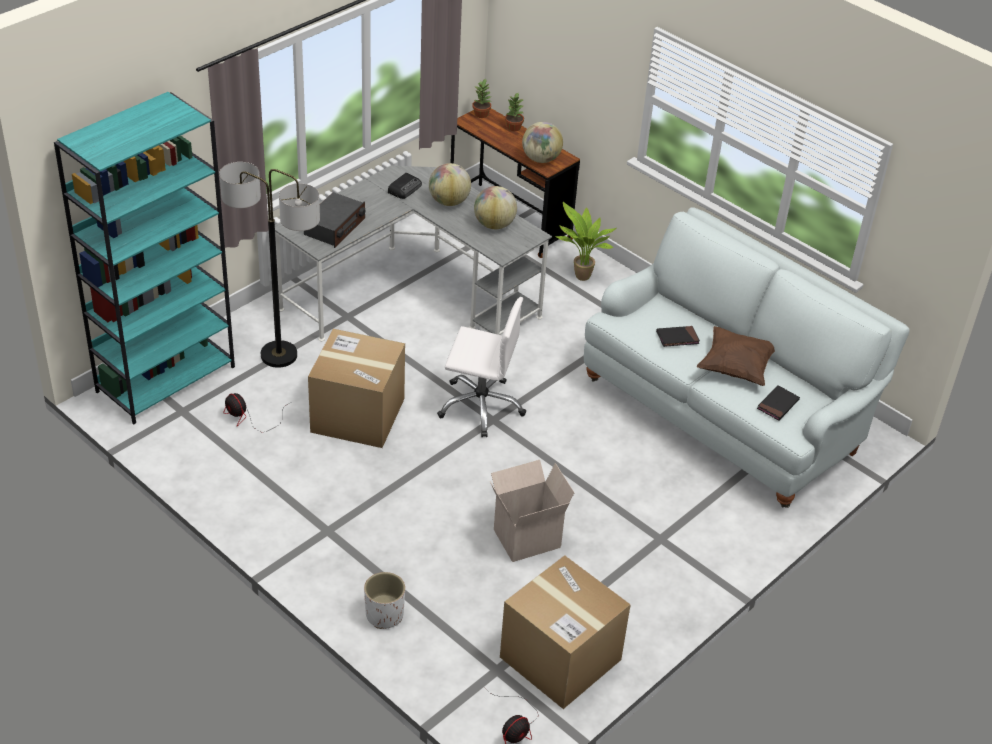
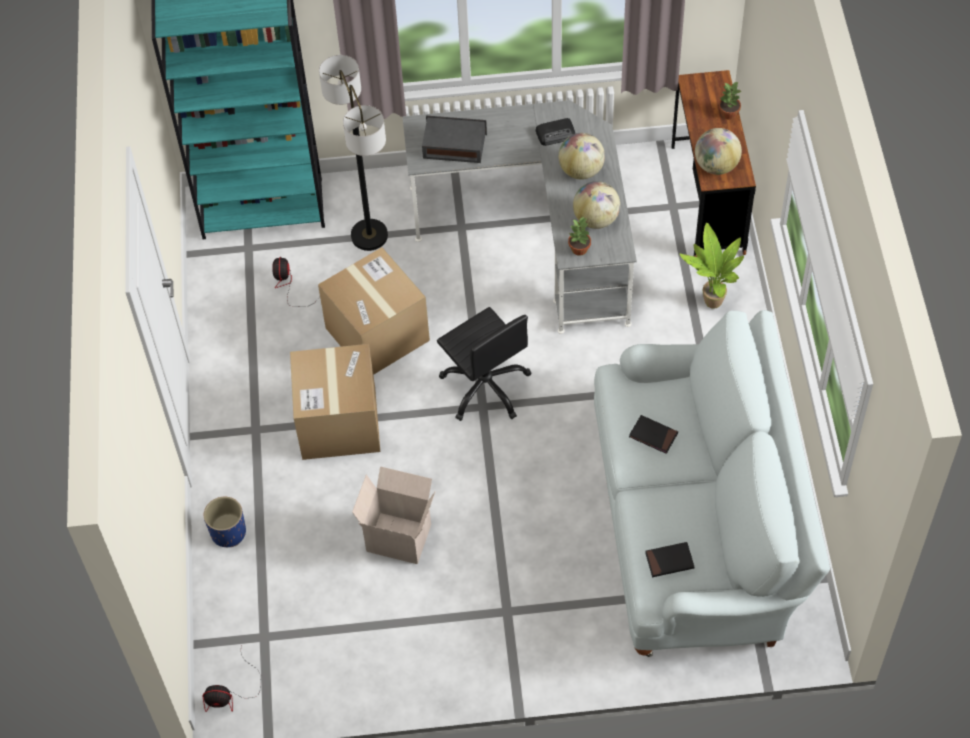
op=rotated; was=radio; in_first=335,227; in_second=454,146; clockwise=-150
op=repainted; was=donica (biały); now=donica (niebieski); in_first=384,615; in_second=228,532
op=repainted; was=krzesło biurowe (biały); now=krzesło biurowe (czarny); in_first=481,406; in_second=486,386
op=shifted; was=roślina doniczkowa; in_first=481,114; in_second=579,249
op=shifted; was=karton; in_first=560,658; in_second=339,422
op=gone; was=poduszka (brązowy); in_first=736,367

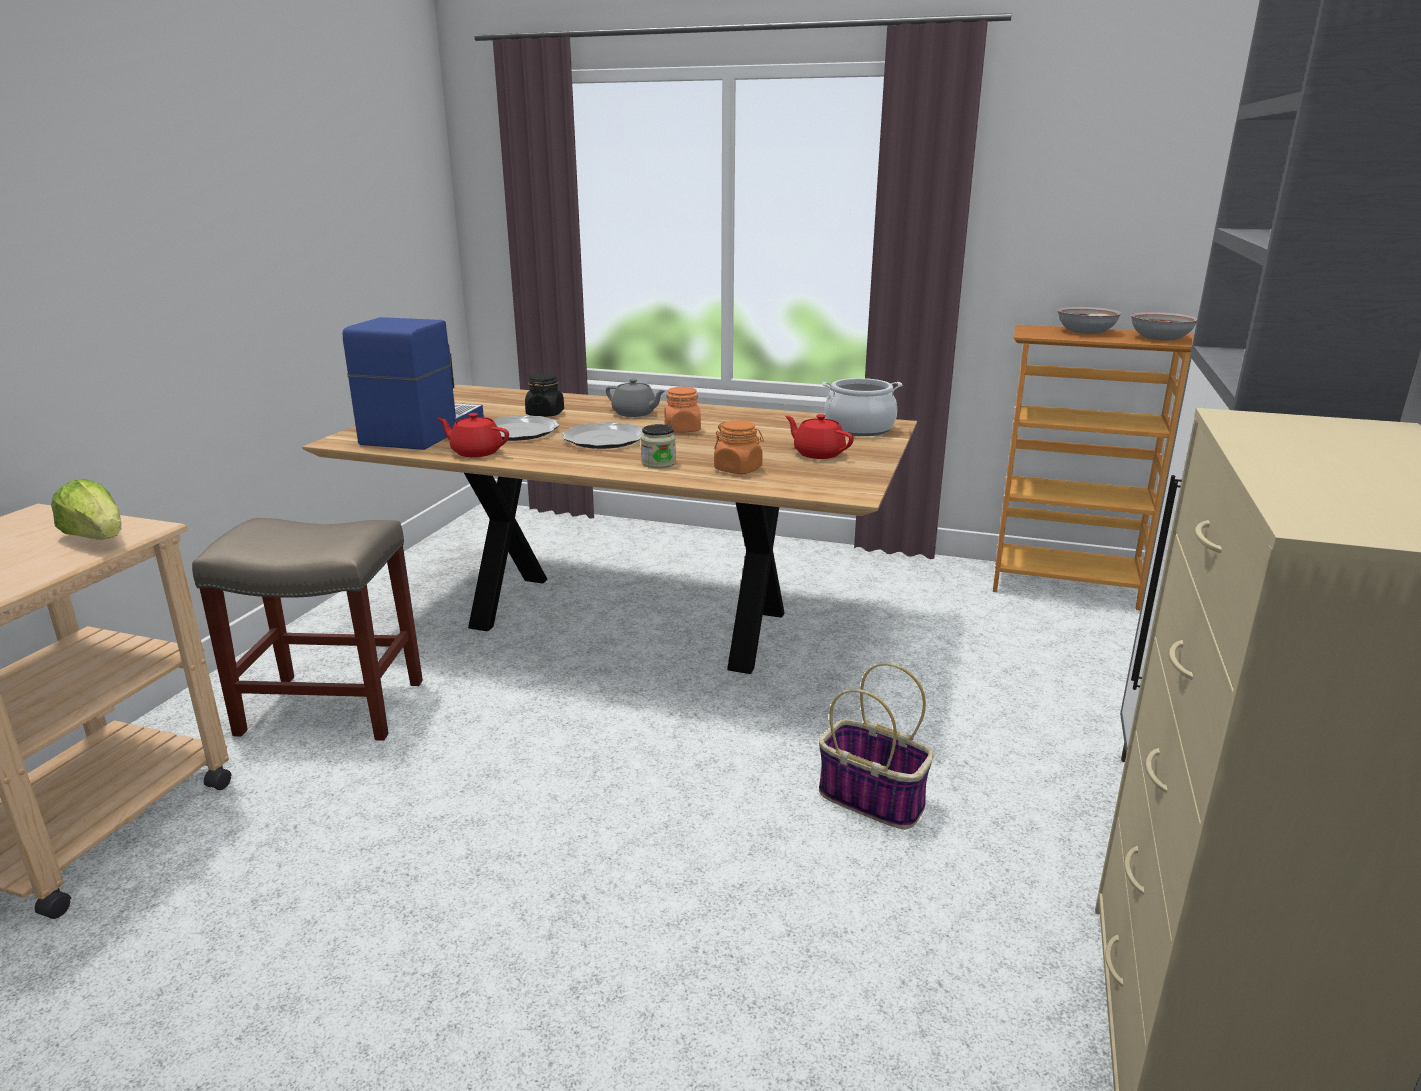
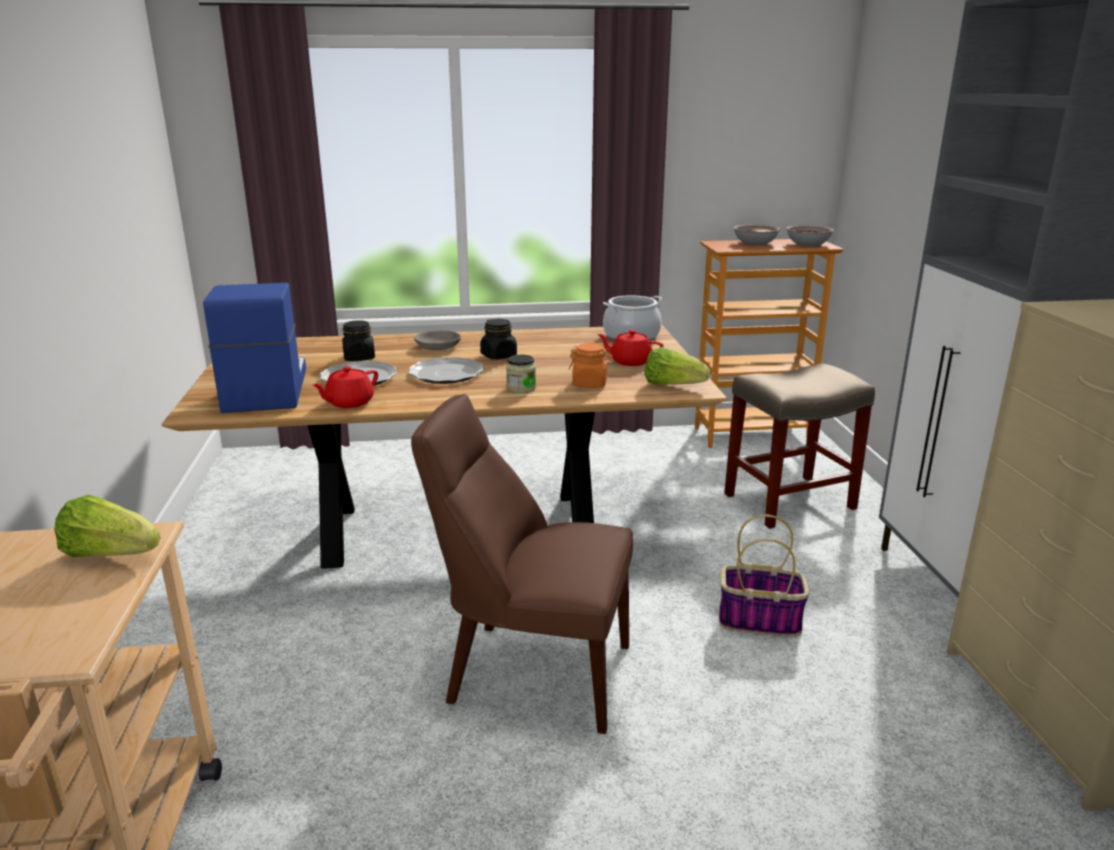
op=shifted; was=stołek (beżowy); in_first=329,707; in_second=788,502
op=rotated; was=imbryk (czerwony); in_first=476,452; in_second=349,403; clockwise=-45
op=swapped; was=imbryk (szary); now=miska (szary); in_first=635,413; in_second=439,347
op=repainted; was=słoik (pomarańczowy); now=słoik (czarny); in_first=682,430; in_second=499,356
op=new; now=krzesło (brązowy); in_second=531,672
op=new; now=sałata; in_second=672,385

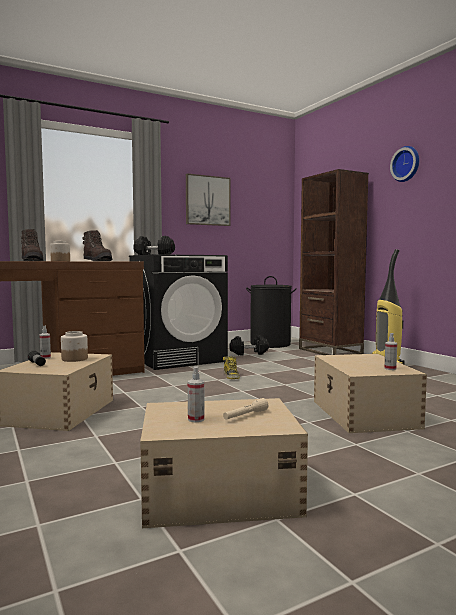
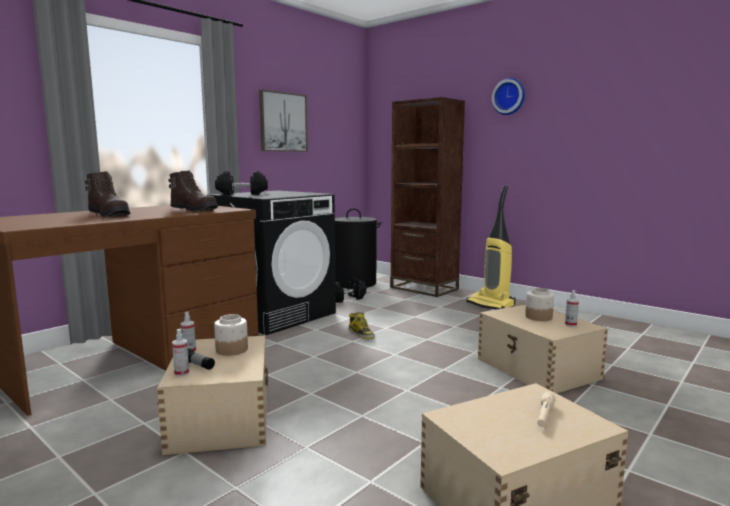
op=shifted; was=słoik; in_first=60,261; in_second=538,317
op=shifted; was=spryskiwacz; in_first=196,419; in_second=181,373

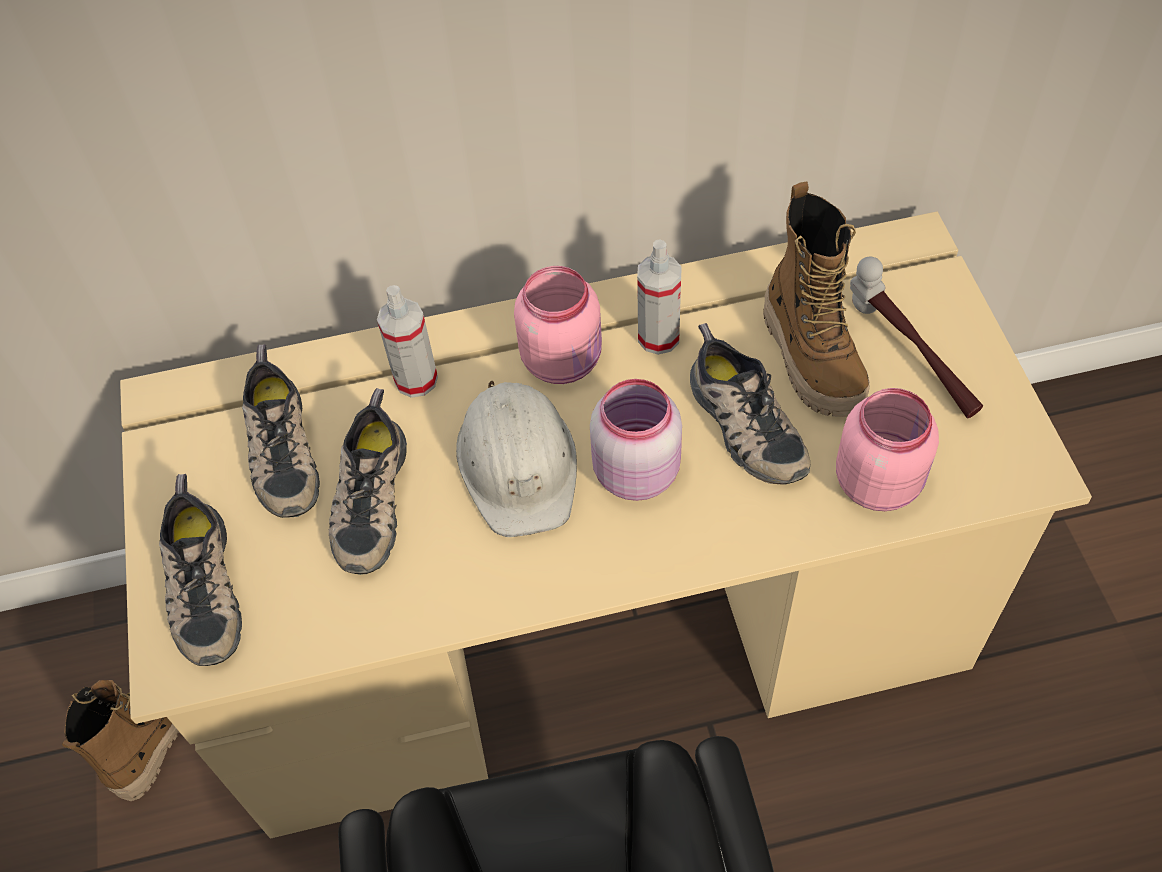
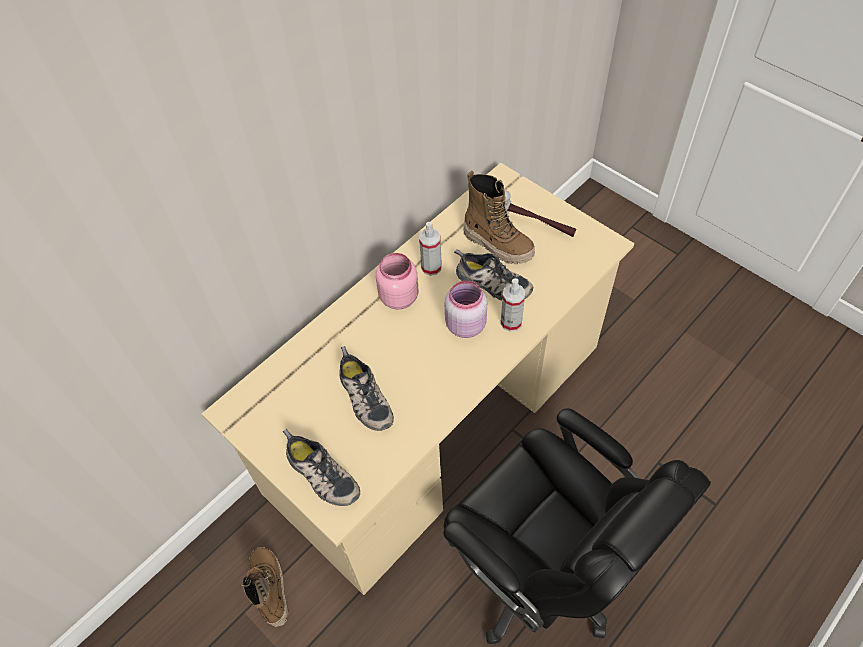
op=gone; was=but; in_first=280,450
op=shifted; was=spryskiwacz; in_first=416,380; in_second=511,322
op=gone; was=kask (biały); in_first=519,463
op=gone; was=słoik (różowy); in_first=879,481

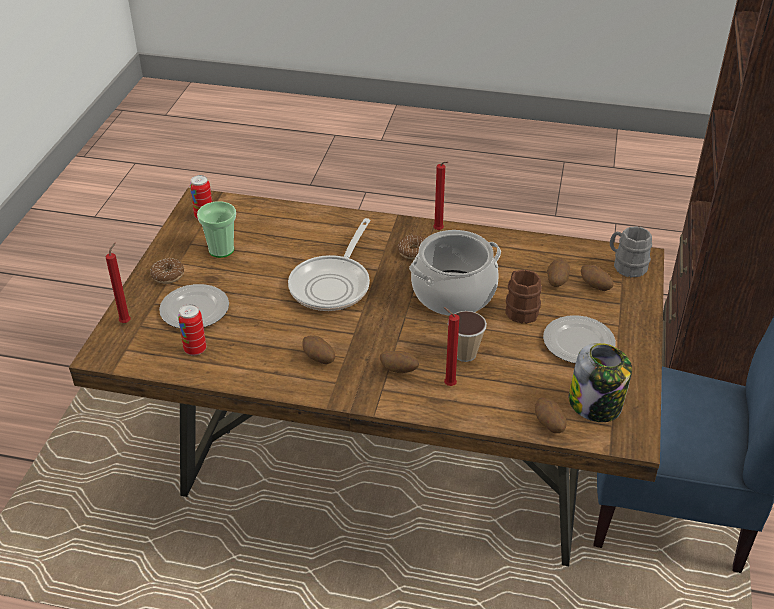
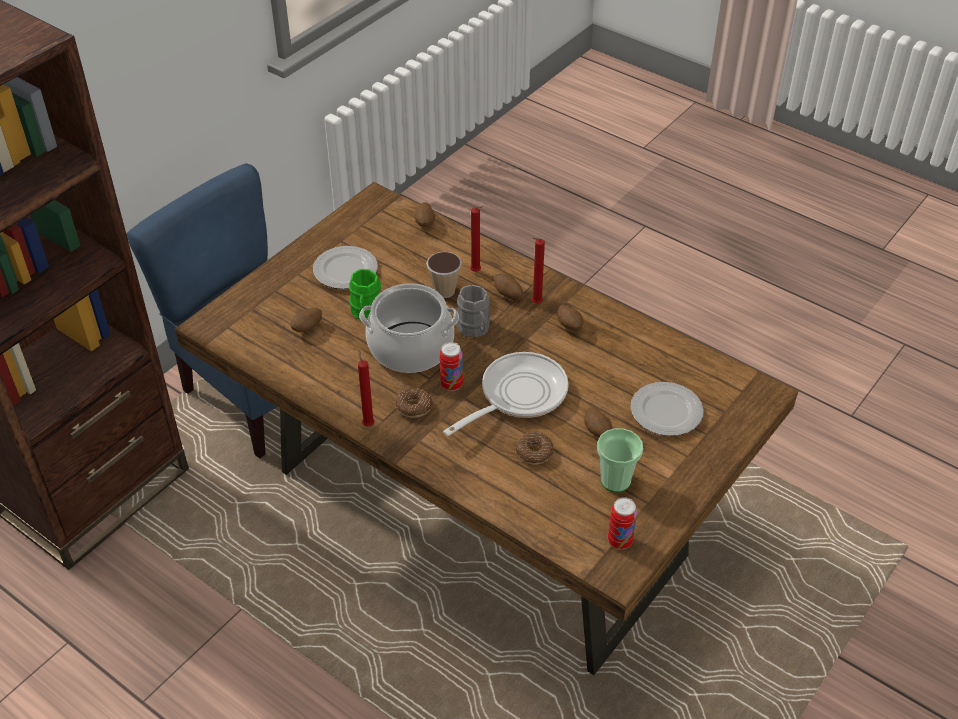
op=shifted; was=świeca (czerwony); in_first=126,321; in_second=535,304
op=shifted; was=donut; in_first=168,275; in_second=534,452
op=shifted; was=puszka; in_first=195,349; in_second=451,384
op=repainted; was=kubek (brązowy); now=kubek (zielony); in_first=519,309; in_second=366,313
op=gone; was=słoik; in_first=596,405
op=shifted; was=ziemniak; in_first=595,286; in_second=597,431
op=shifted; was=kubek (szary); in_first=626,266; in_second=475,329

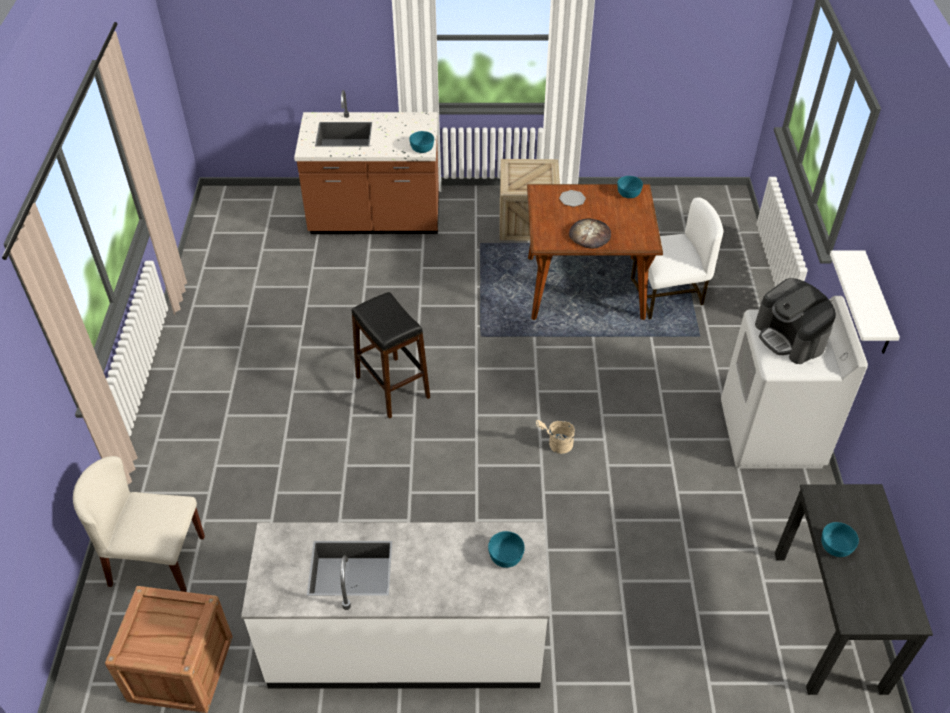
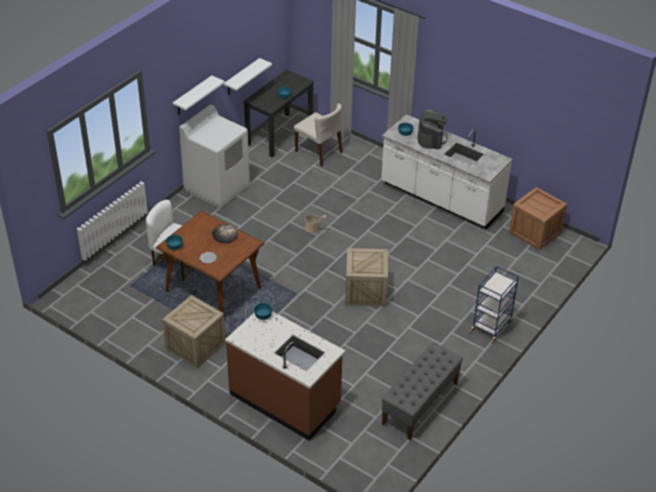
op=shifted; was=krzesło (beżowy); in_first=156,561; in_second=319,152
op=swapped; was=stołek (czarny); now=skrzynka; in_first=393,387; in_second=365,291
op=shifted; was=ekspres do kawy; in_first=790,337; in_second=431,138
op=new; now=półka (biały); in_second=242,77
op=new; now=ławka (szary); in_second=420,404
op=new; now=wózek (niebieski); in_second=491,326

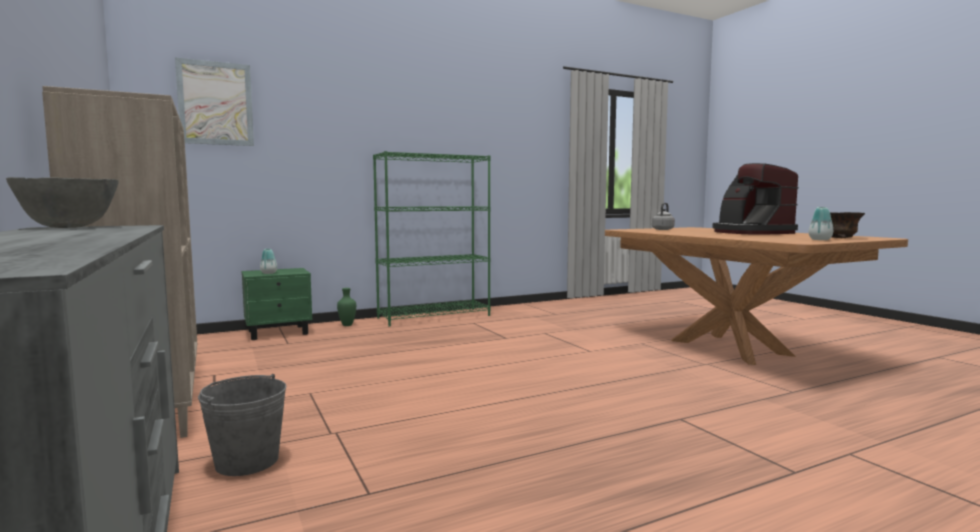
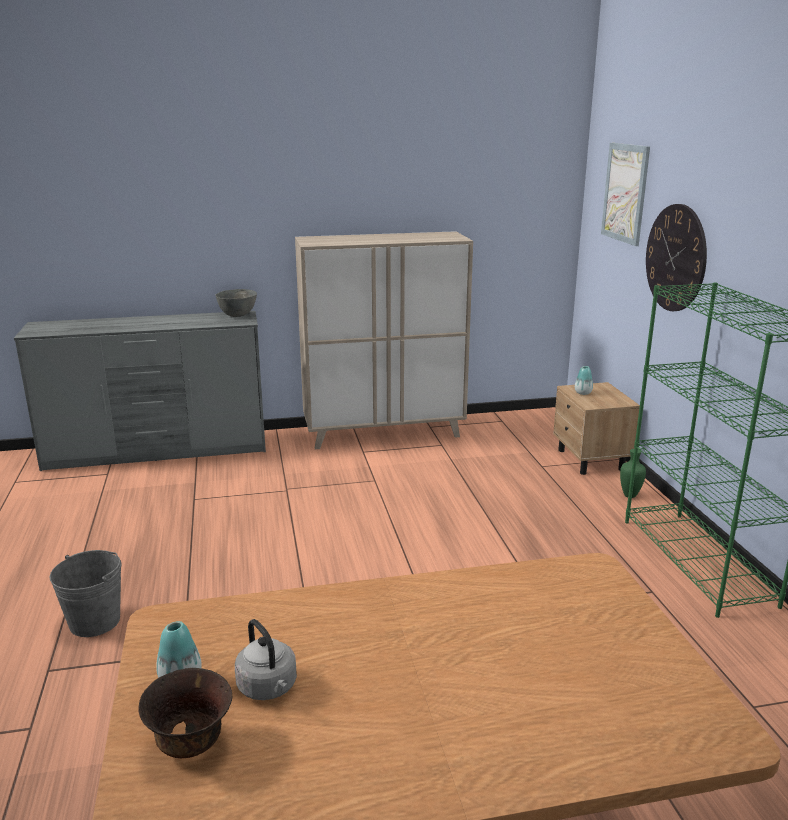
op=shifted; was=wiadro (szary); in_first=247,461; in_second=95,621
op=repainted; was=szafka nocna (zielony); now=szafka nocna (beżowy); in_first=279,332; in_second=590,460
op=shifted; was=czajnik (szary); in_first=663,229; in_second=268,688
op=gone; was=ekspres do kawy; in_first=750,232
op=new; now=zegar ścienny; in_second=675,258

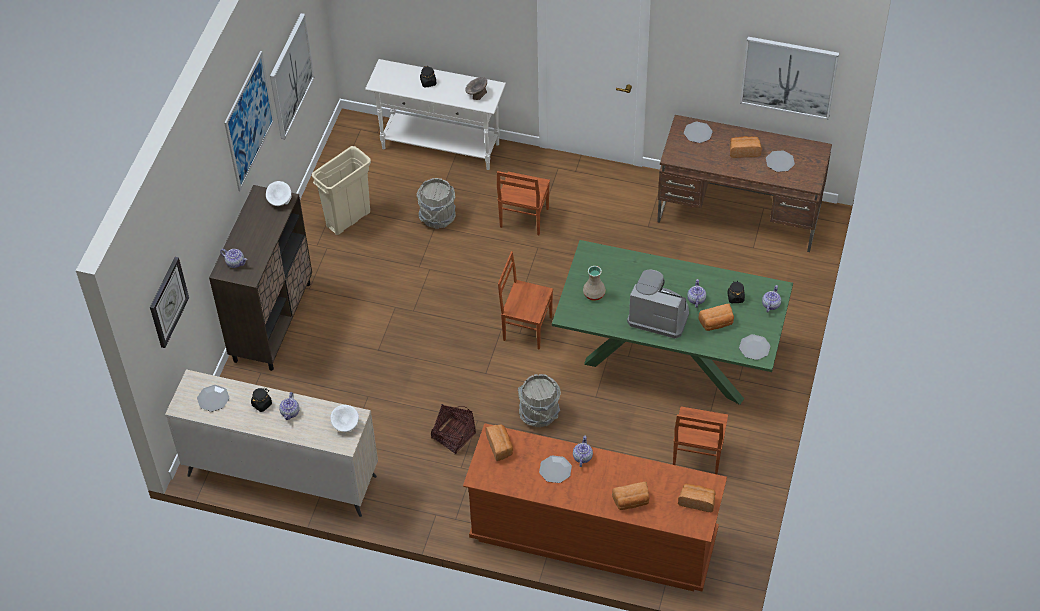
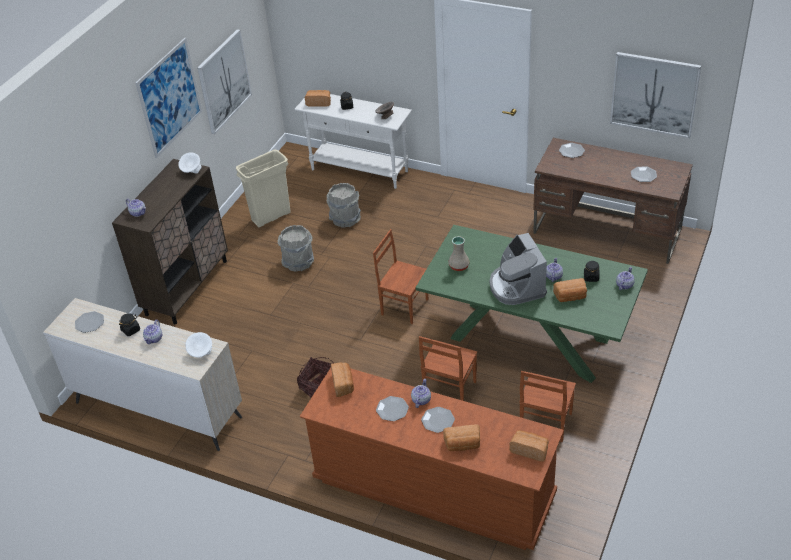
op=gone; was=zegar ścienny; in_first=168,302
op=shifted; was=krzesło (brązowy); in_first=523,218; in_second=449,389
op=shifted; was=wiadro (szary); in_first=539,414; in_second=298,262
op=rotated; was=ekspres do kawy; in_first=659,315; in_second=516,286; clockwise=-135
op=shifted; was=chleb; in_first=744,151; in_second=319,103
op=shifted; was=talerz; in_first=754,347; in_second=438,420

